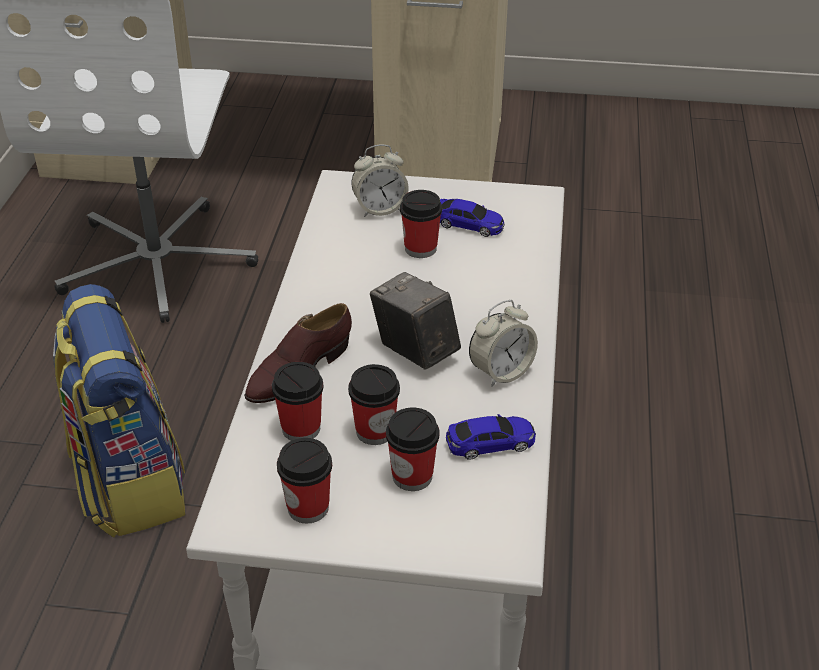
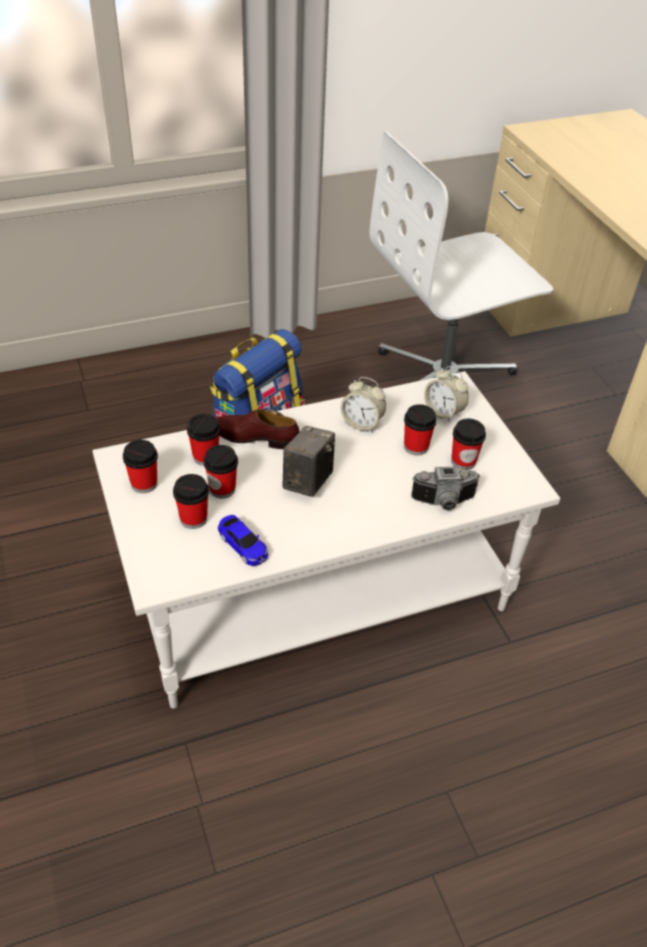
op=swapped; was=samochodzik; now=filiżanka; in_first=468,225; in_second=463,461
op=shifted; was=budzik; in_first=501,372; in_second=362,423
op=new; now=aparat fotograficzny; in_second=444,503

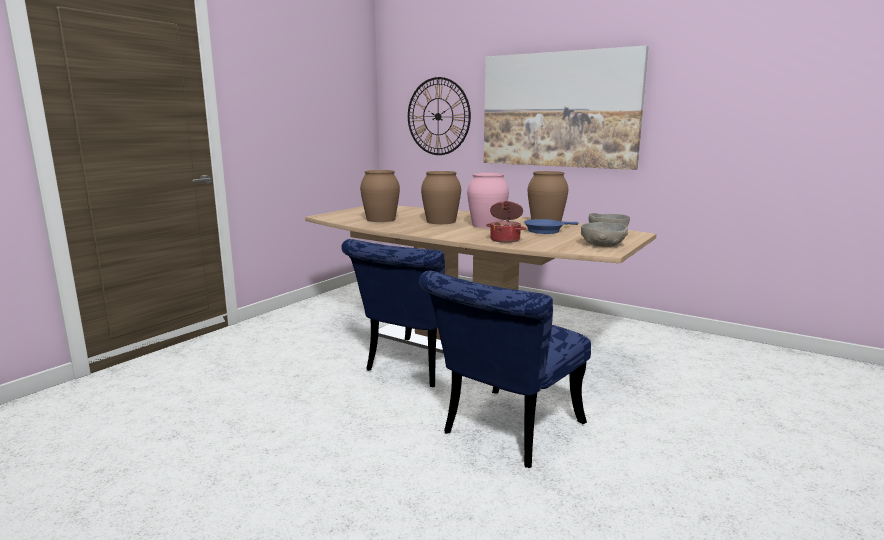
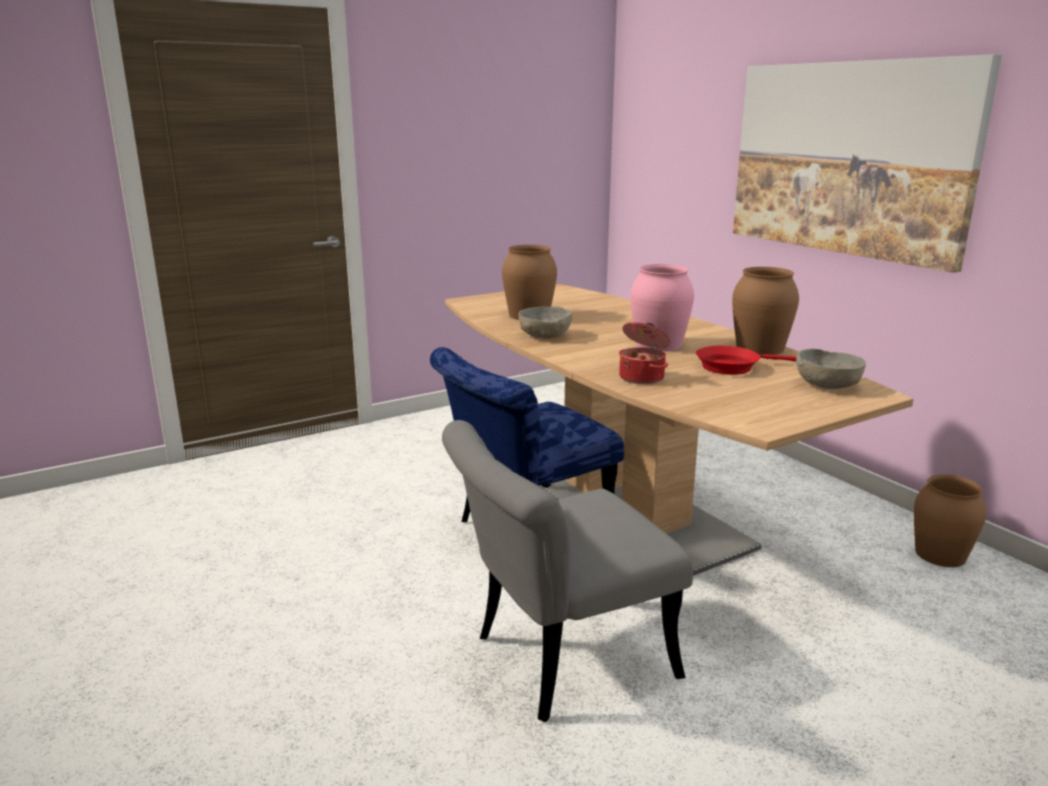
op=gone; was=zegar ścienny; in_first=438,116
op=repainted; was=krzesło (niebieski); now=krzesło (szary); in_first=505,432; in_second=558,659
op=shifted; was=wazon (brązowy); in_first=441,221; in_second=940,555
op=repainted; was=patelnia (niebieski); now=patelnia (czerwony); in_first=546,230; in_second=732,367
op=shifted; was=miska (szary); in_first=602,245; in_second=544,335

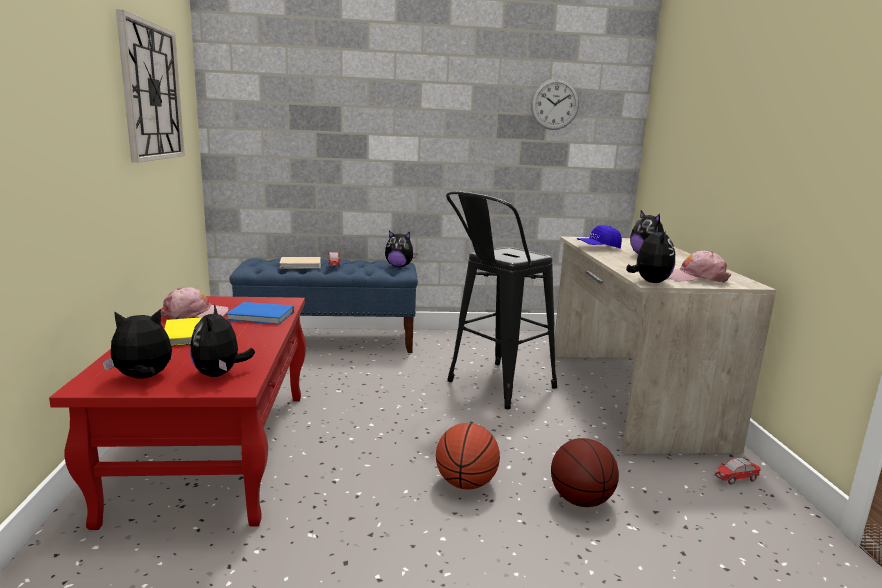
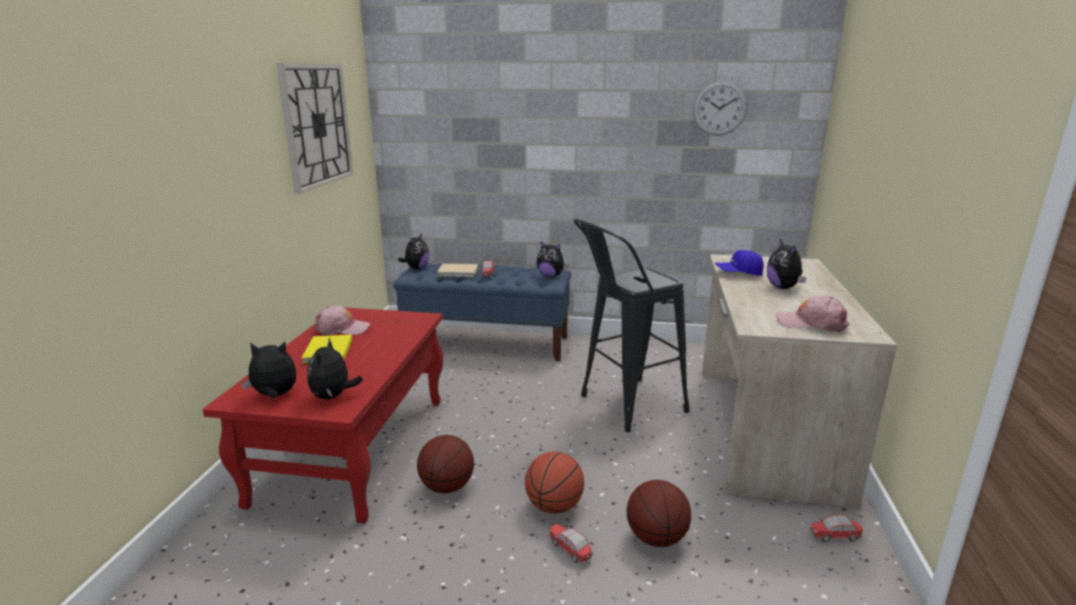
op=gone; was=książka (niebieski); in_first=262,316
op=shifted; was=pluszak; in_first=649,282; in_second=416,268
op=new; now=piłka do koszykówki; in_second=447,487
op=new; now=samochodzik; in_second=569,550

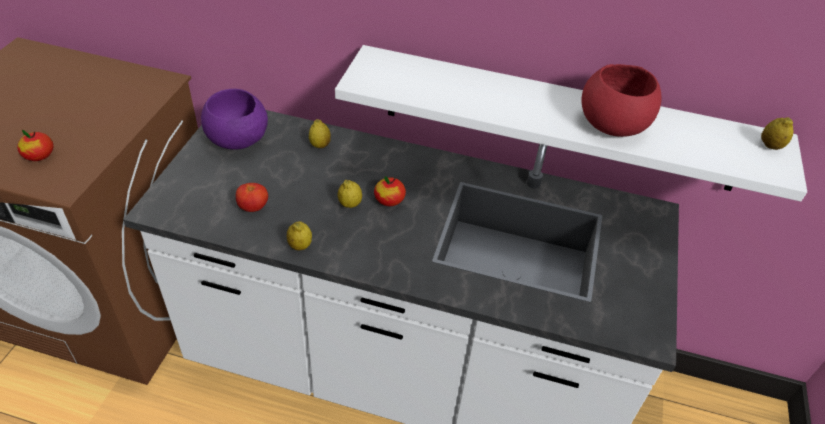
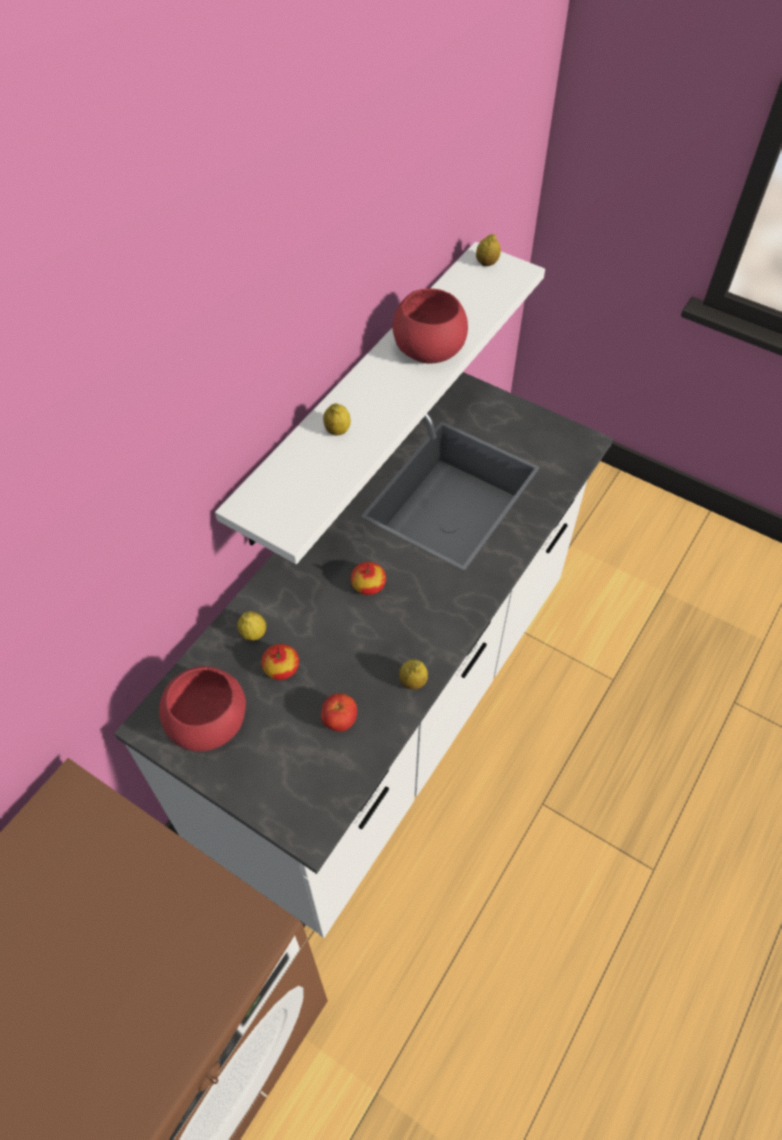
op=shifted; was=jabłko; in_first=39,155; in_second=281,668
op=repainted; was=miska (fioletowy); now=miska (czerwony); in_first=236,140; in_second=210,724
op=shifted; was=cytryna; in_first=350,204; in_second=337,430

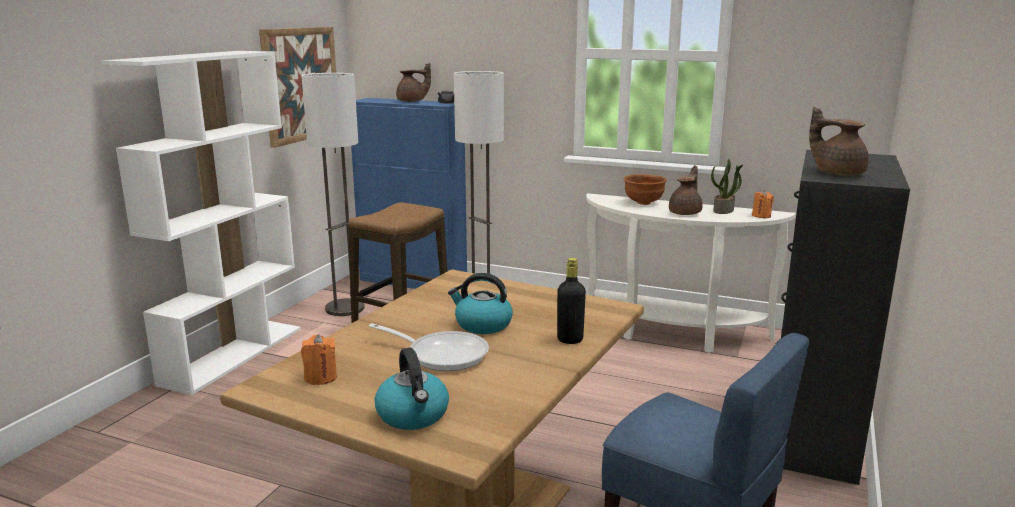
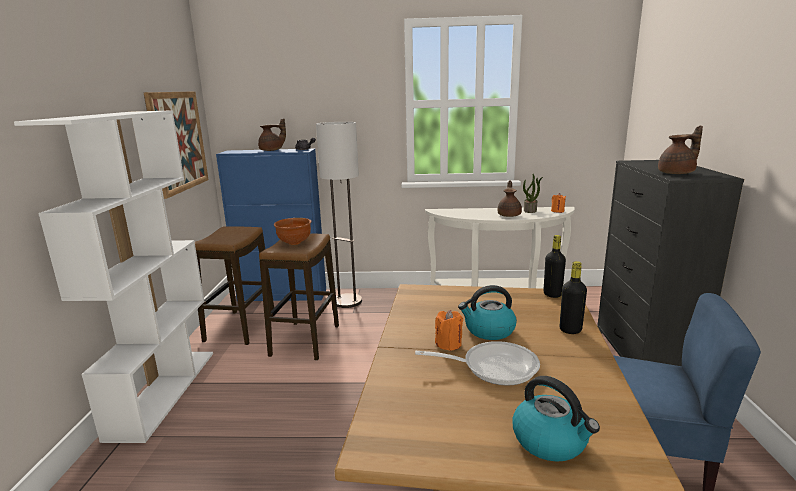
op=swapped; was=lampa stojąca; now=stołek; in_first=345,308; in_second=240,327
op=shifted; was=świeca (pomarańczowy); in_first=320,377; in_second=448,344
op=shifted; was=miska (brązowy); in_first=643,203; in_second=294,243
op=rotated; was=imbryk (brązowy); in_first=837,173; in_second=677,173; clockwise=135
op=new; now=butelka (czarny); in_second=552,294

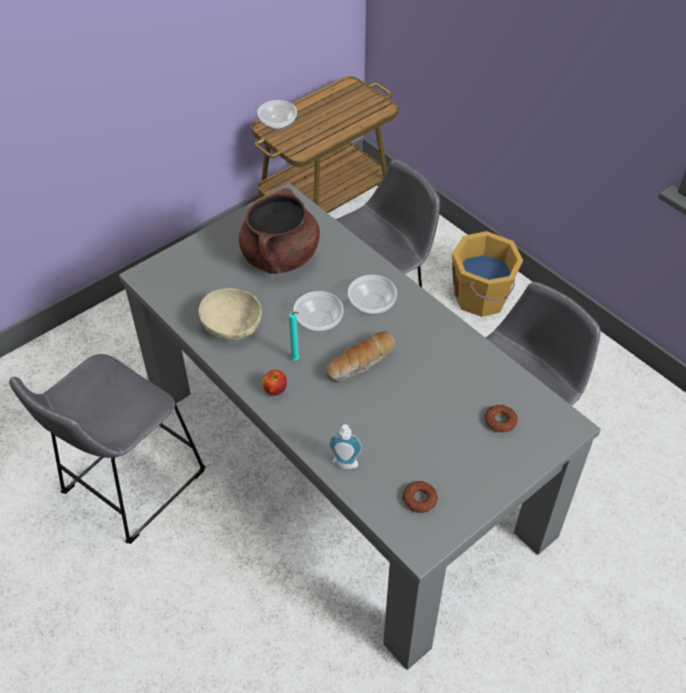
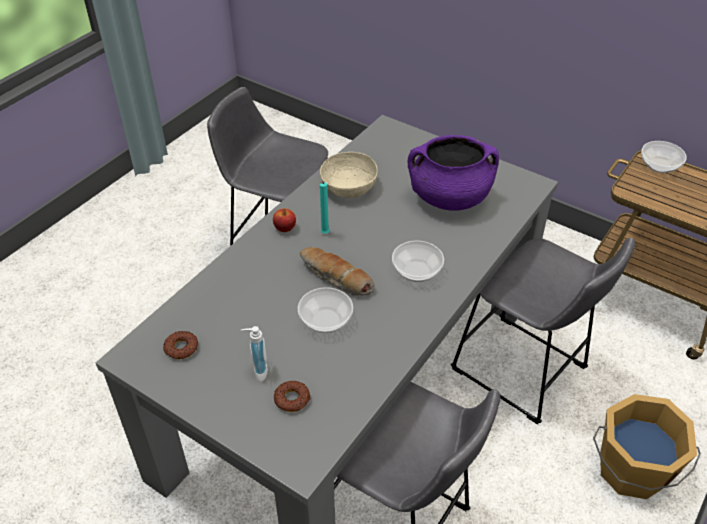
op=repainted; was=garnek (brązowy); now=garnek (fioletowy); in_first=280,257; in_second=449,197
op=shifted; was=miska; in_first=319,321; in_second=326,321
op=shifted; was=dozownik mydła; in_first=344,466; in_second=257,371

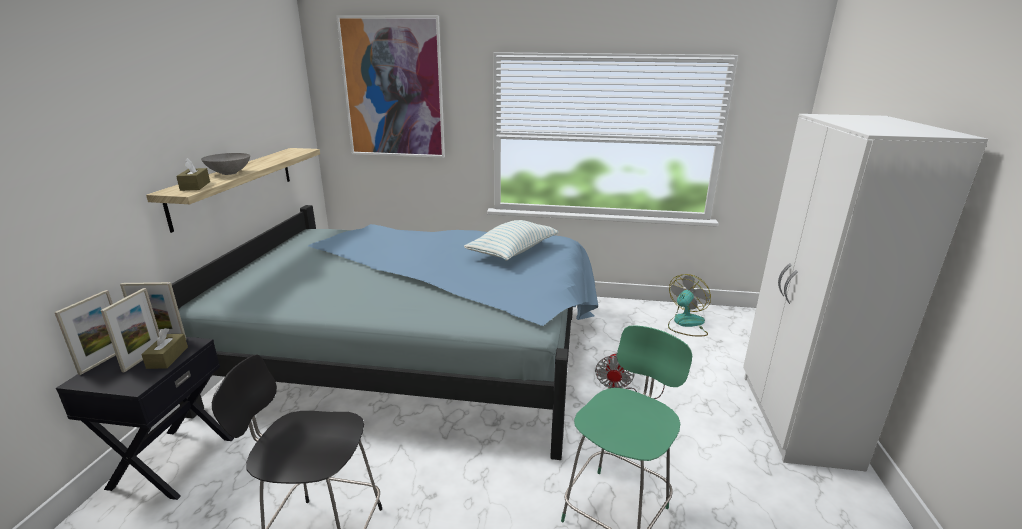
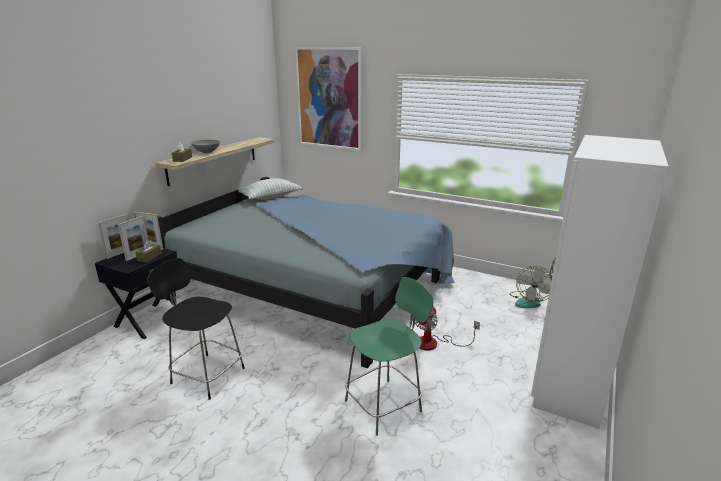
op=shifted; was=poduszka; in_first=513,252; in_second=271,197
op=rotated; was=wentylator; in_first=685,324; in_second=529,301; clockwise=150

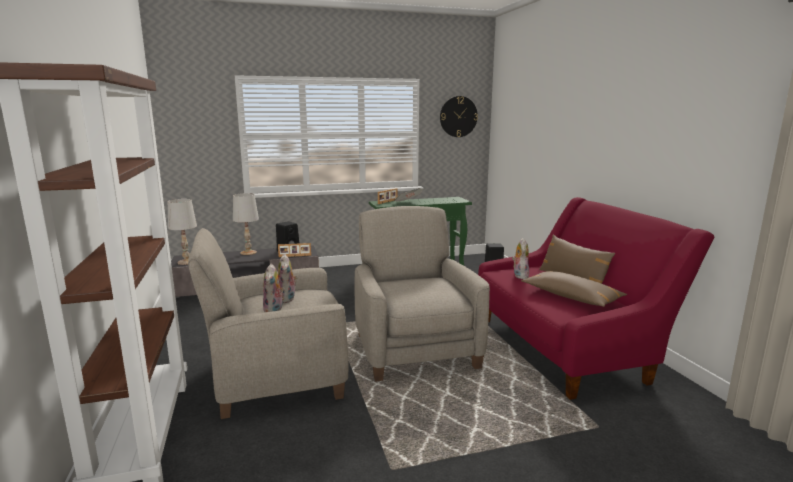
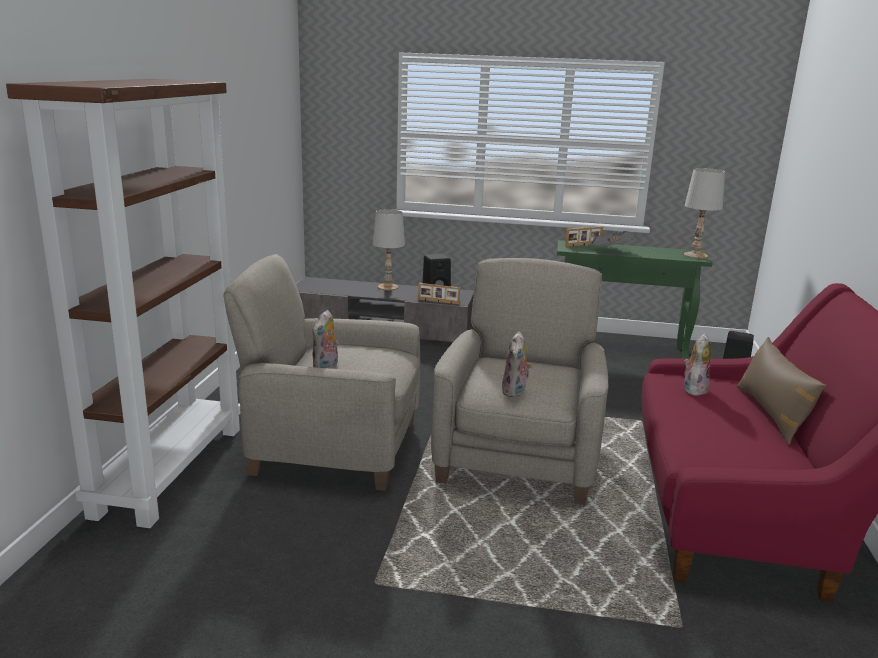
op=shifted; was=lampa stołowa (biały); in_first=186,262; in_second=695,255
op=shifted; was=pluszak; in_first=288,299; in_second=515,392
op=gone; was=zegar ścienny; in_first=458,116
op=gone; was=poduszka (brązowy); in_first=571,297

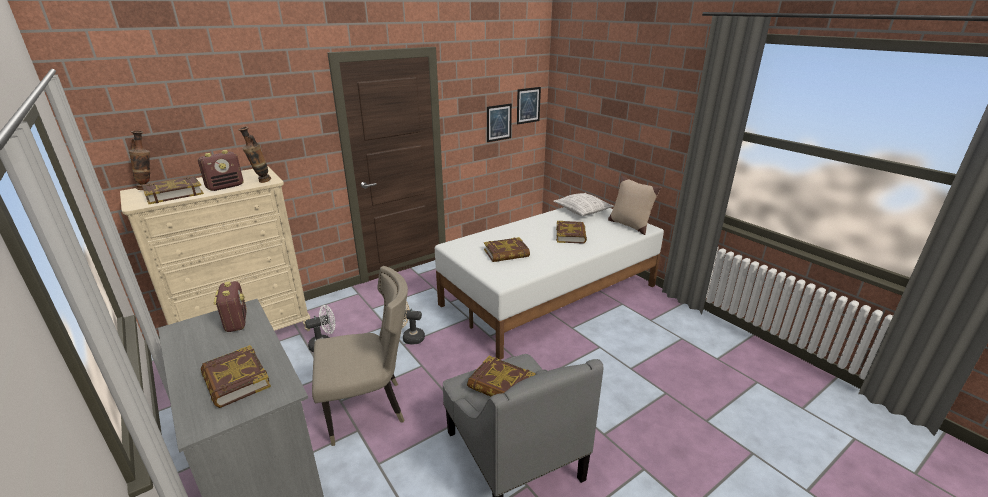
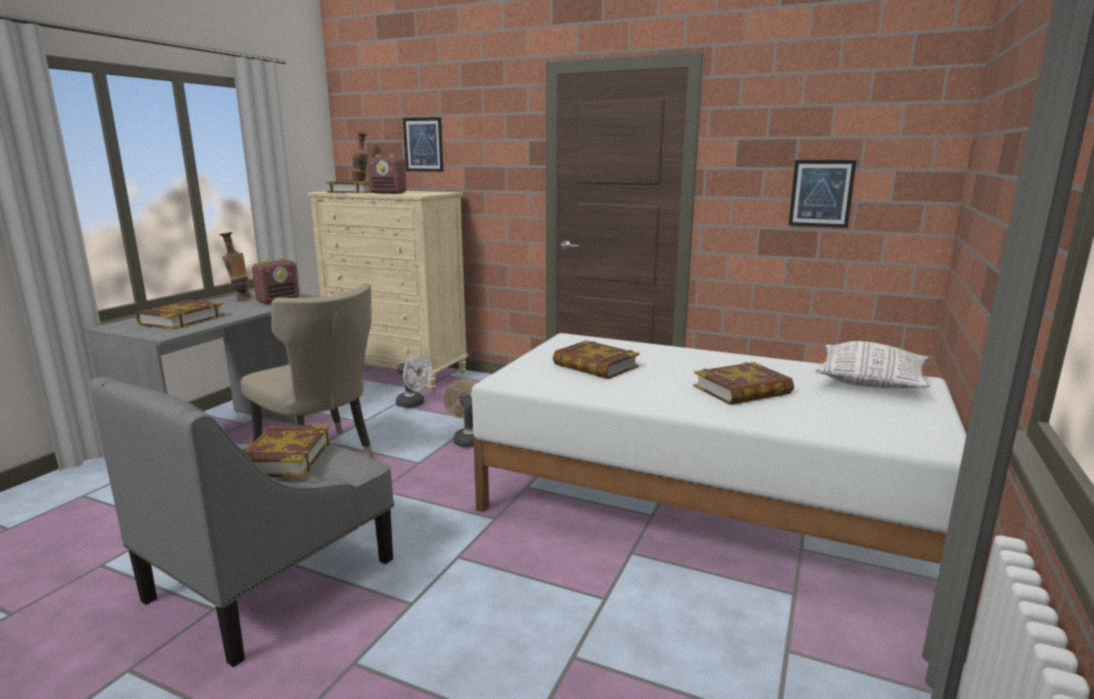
op=shifted; was=wazon; in_first=261,182; in_second=240,299
op=shifted; was=obraz; in_first=528,105; in_second=423,144
op=gone; was=poduszka (beżowy); in_first=629,225

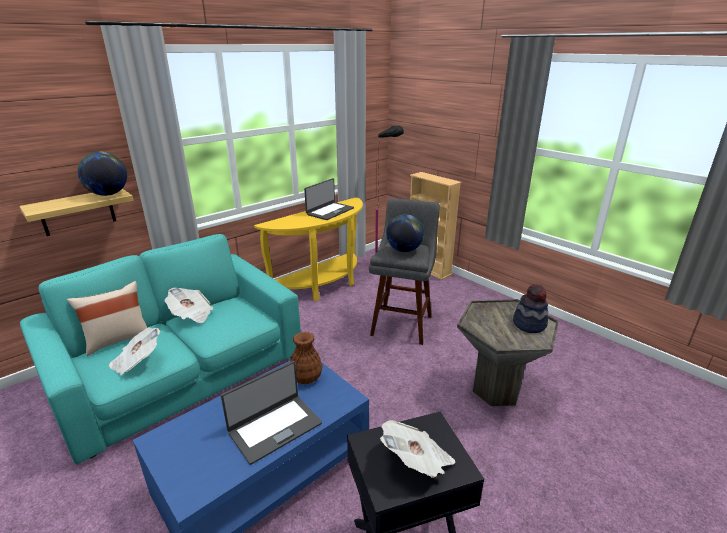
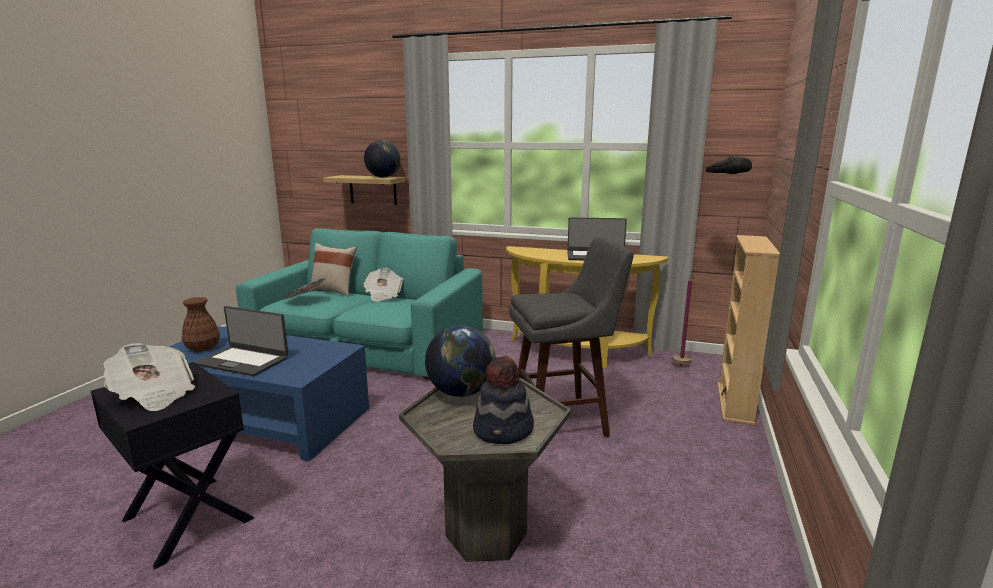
op=shifted; was=wazon (brązowy); in_first=306,377; in_second=203,348
op=shifted; was=globus; in_first=404,250; in_second=461,393

